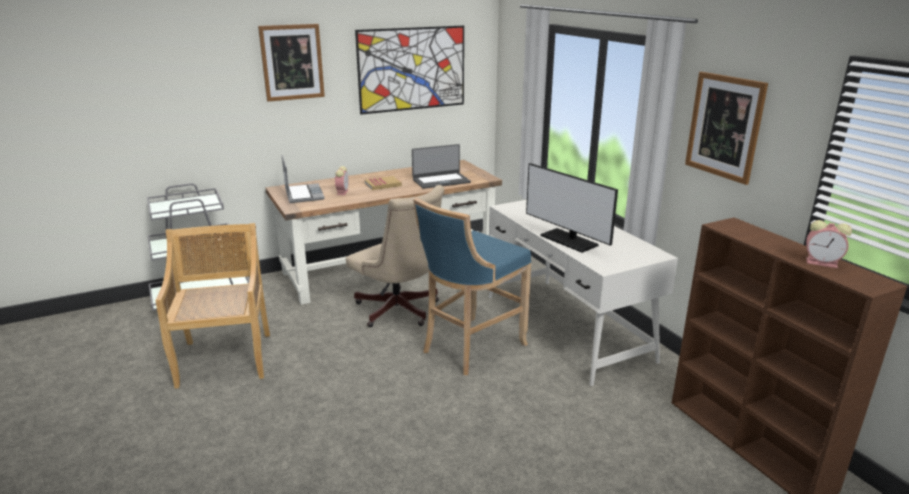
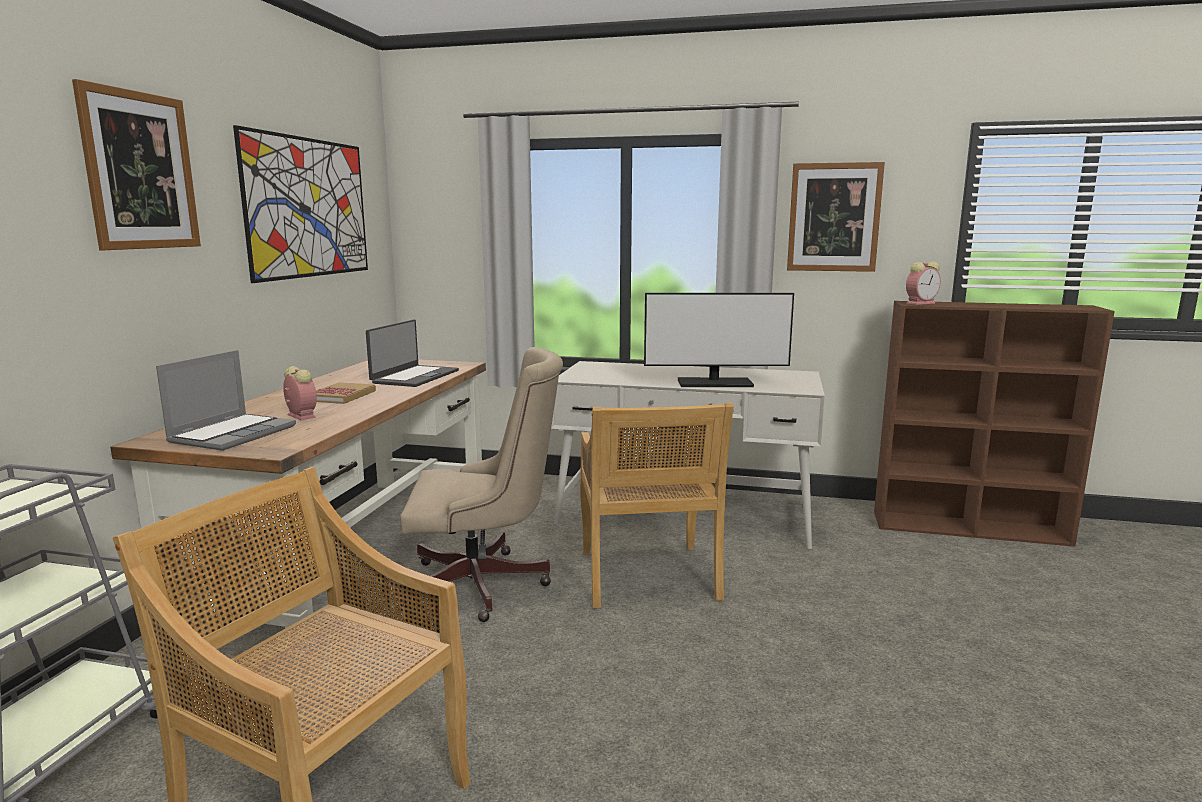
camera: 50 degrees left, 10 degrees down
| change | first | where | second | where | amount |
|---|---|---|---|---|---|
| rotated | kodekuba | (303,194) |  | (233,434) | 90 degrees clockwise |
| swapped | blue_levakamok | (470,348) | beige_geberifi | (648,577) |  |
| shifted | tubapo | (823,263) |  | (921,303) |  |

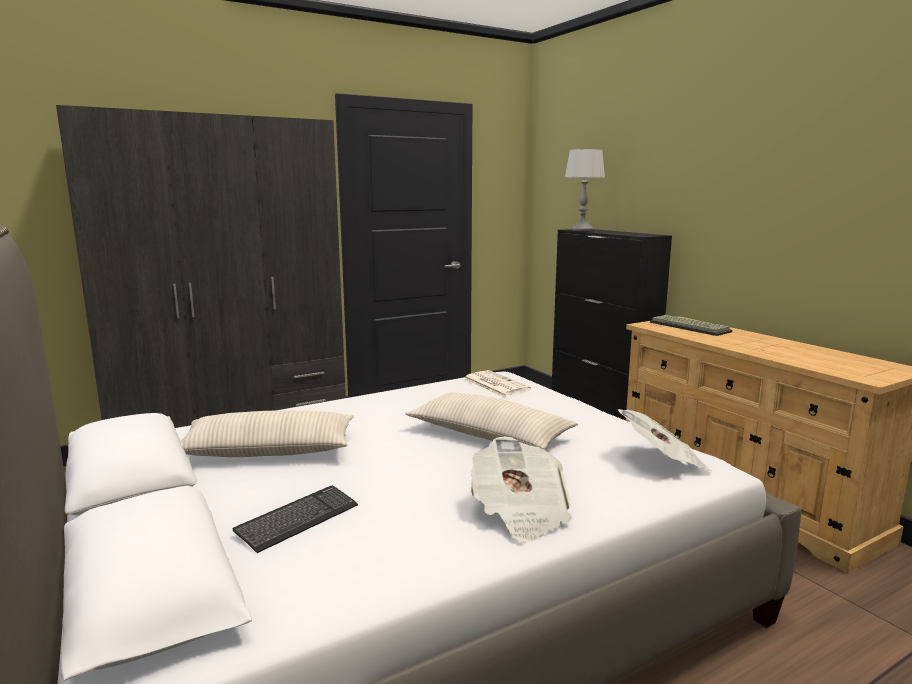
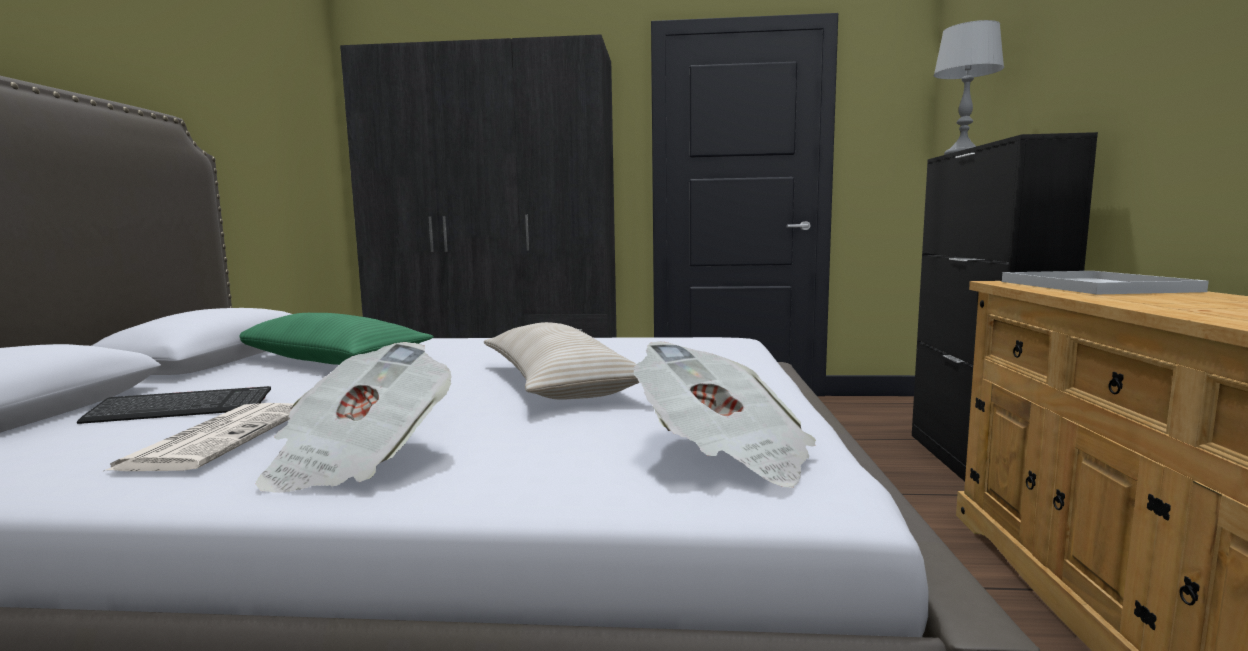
camera: 35 degrees right, 5 degrees down
| change | first | where | second | where | amount |
|---|---|---|---|---|---|
| swapped | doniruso | (691,327) | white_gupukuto | (1097,286) |  |
| shifted | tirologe | (494,384) |  | (218,437) |  |
| repainted | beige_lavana | (268,451) | green_lavana | (331,360) |  |

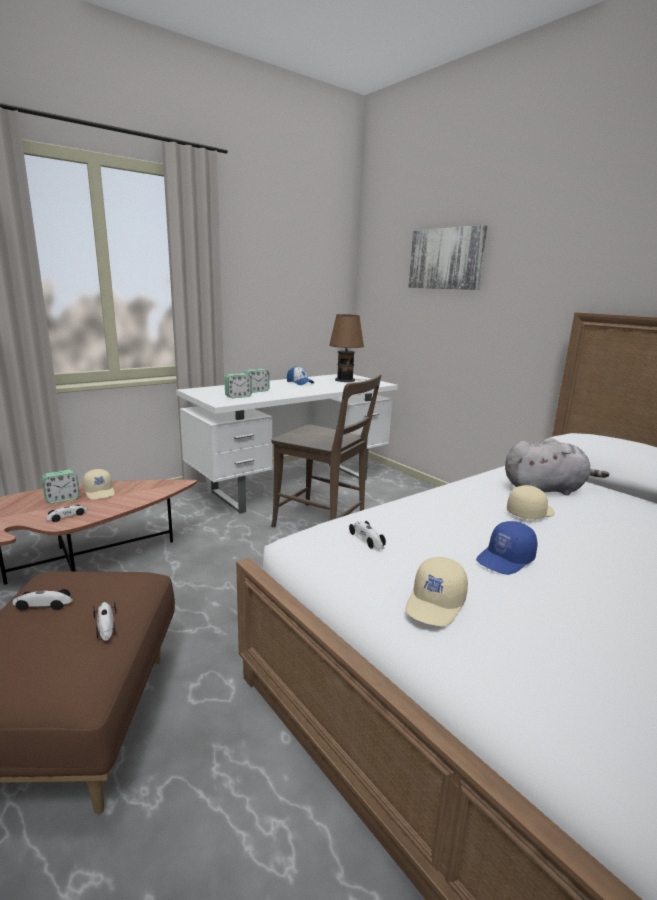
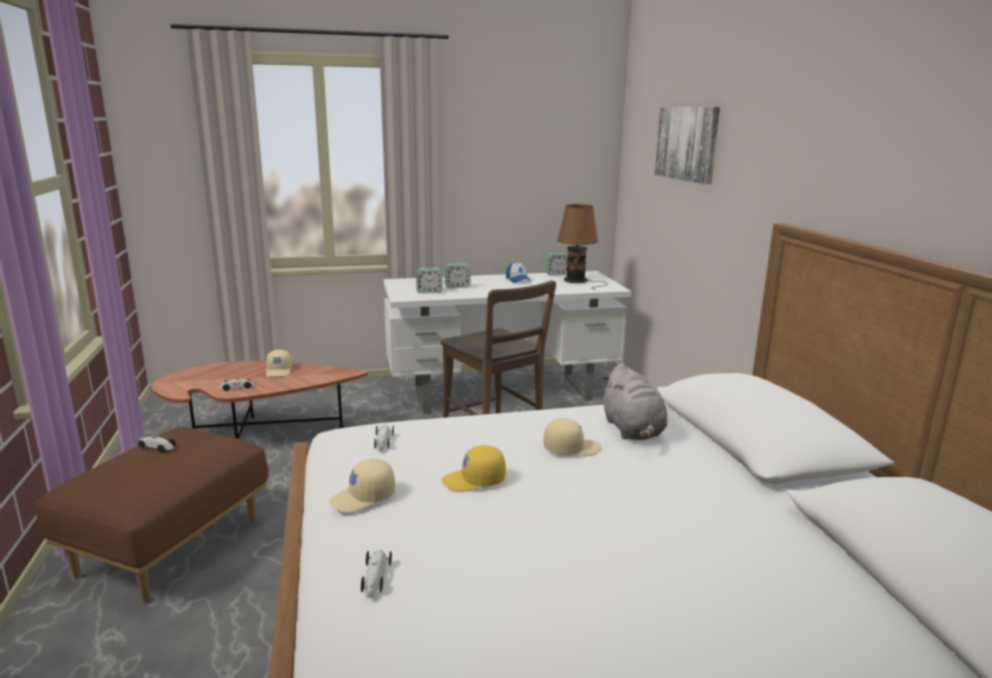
camera: 25 degrees right, 0 degrees up
| change | first | where | second | where | amount |
|---|---|---|---|---|---|
| rotated | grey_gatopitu | (546,490) |  | (633,431) | 60 degrees clockwise |
| shifted | tubapo | (62,499) |  | (557,274) |  |
| repainted | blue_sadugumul | (506,560) | yellow_sadugumul | (474,481) |  |
| shifted | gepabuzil | (105,625) |  | (375,577) |  |

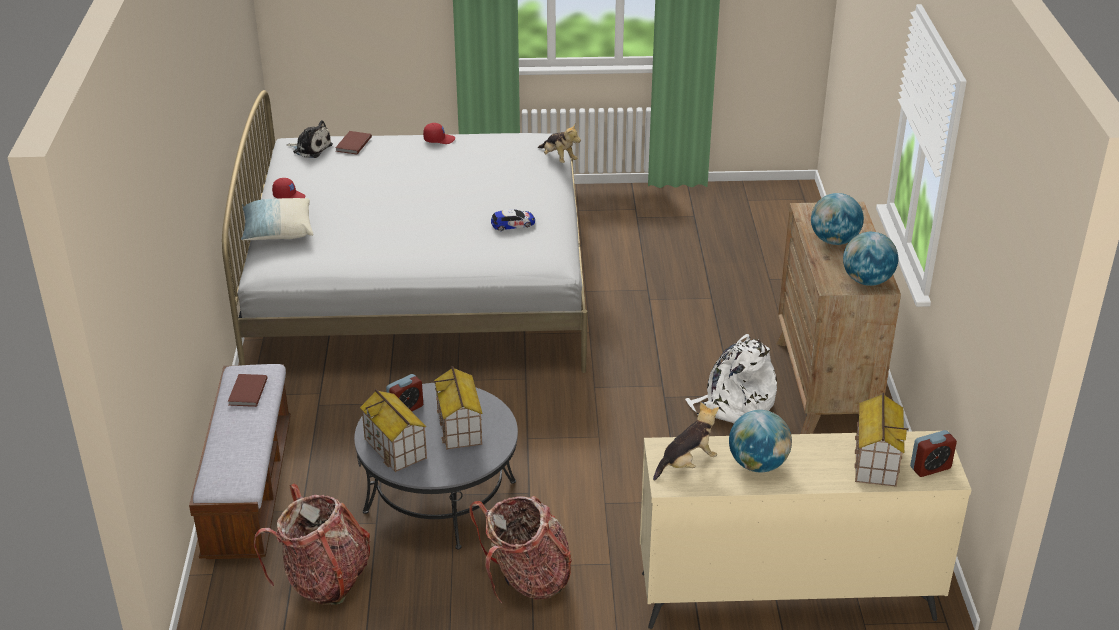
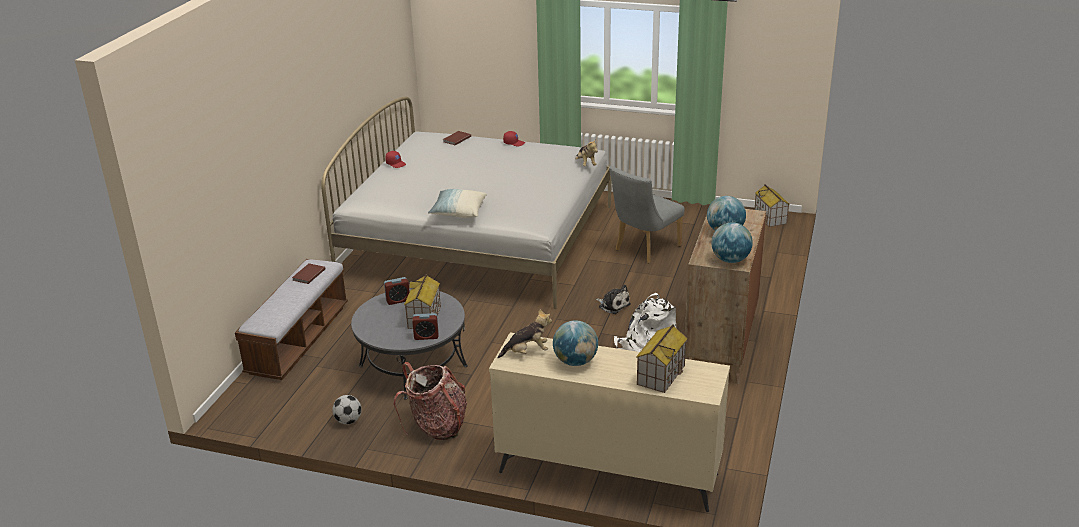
camera: 20 degrees right, 5 degrees down
| change | first | where | second | where | amount |
|---|---|---|---|---|---|
| shifted | gatopitu | (311,148) |  | (613,305) |  |
| shifted | lavana | (278,231) |  | (458,212) |  |
| gone | gepabuzil | (513,224) |  |  |  |
| shifted | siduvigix | (396,448) |  | (770,218) |  |
| shifted | tubapo | (930,468) |  | (426,336) |  |
| gone | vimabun | (324,580) |  |  |  |
| new |  |  | grey_geberifi | (644,249) |  |
| new |  |  | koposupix | (348,421) |  |

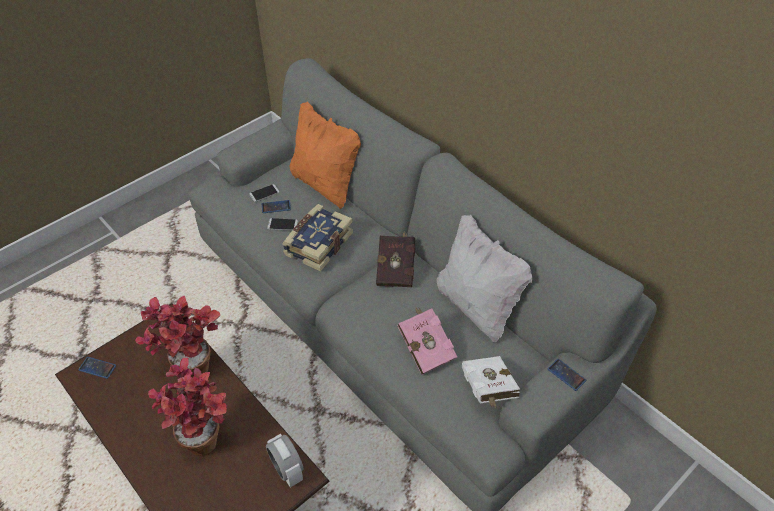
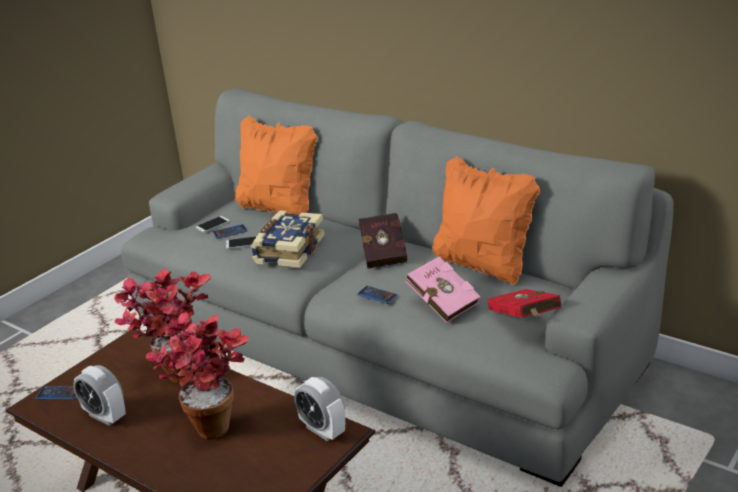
camera: 10 degrees left, 20 degrees down
| change | first | where | second | where | amount |
|---|---|---|---|---|---|
| repainted | white_lavana | (476,307) | orange_lavana | (483,265) |  |
| repainted | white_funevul | (488,390) | red_funevul | (524,321) |  |
| shifted | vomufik | (566,375) |  | (377,295) |  |
| new |  |  | tubapo | (105,416) |  |

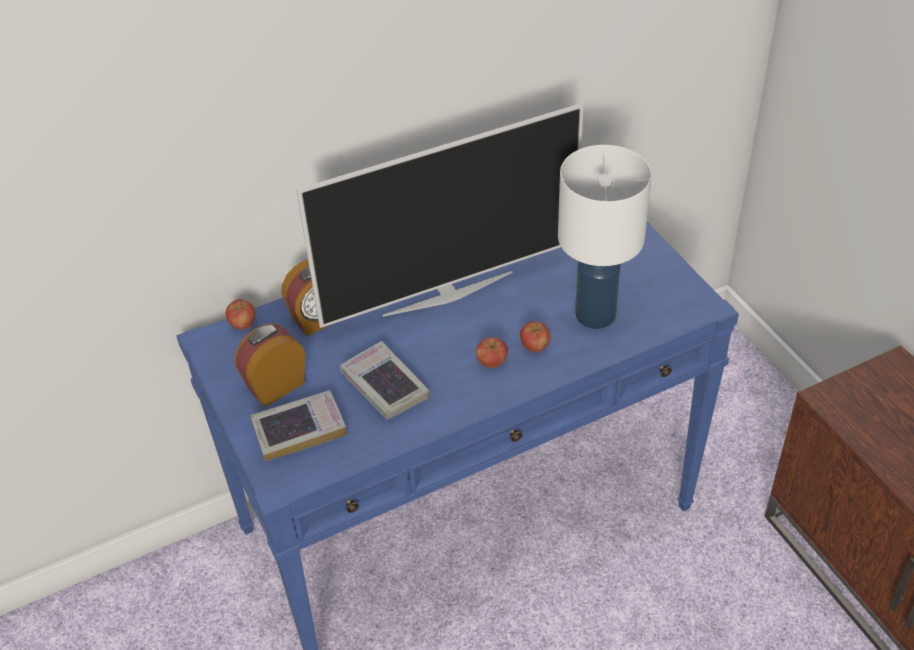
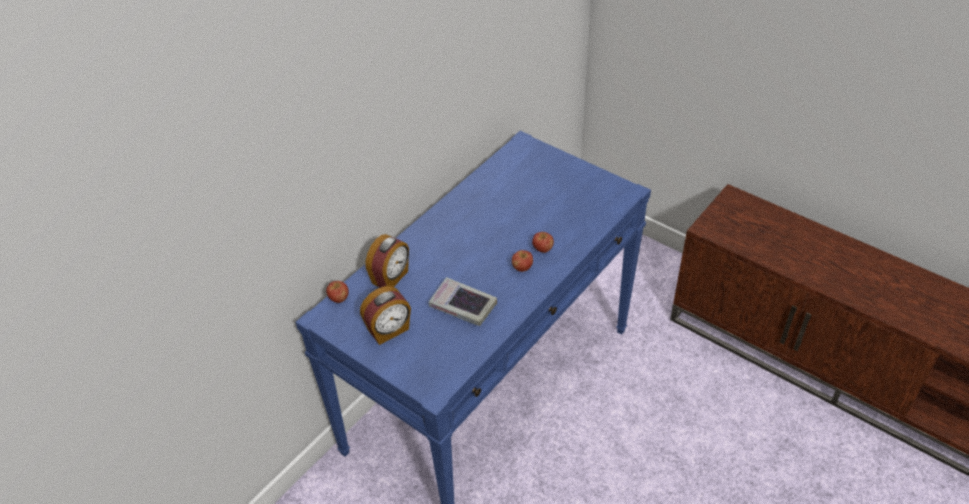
camera: 25 degrees left, 0 degrees up
| change | first | where | second | where | amount |
|---|---|---|---|---|---|
| gone | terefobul | (447,292) |  |  |  |
| gone | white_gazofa | (594,315) |  |  |  |
| rotated | tubapo | (275,385) |  | (389,330) | 150 degrees counterclockwise |
| gone | funevul | (299,429) |  |  |  |

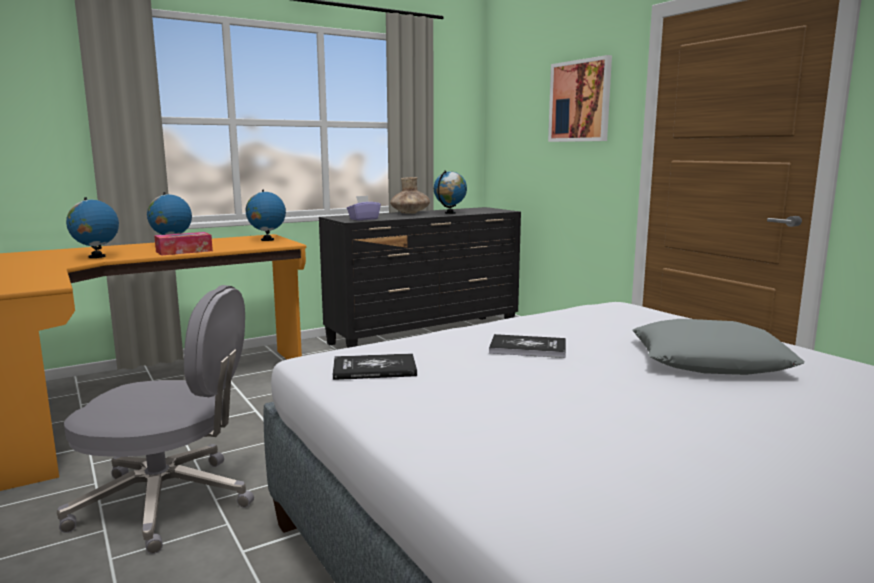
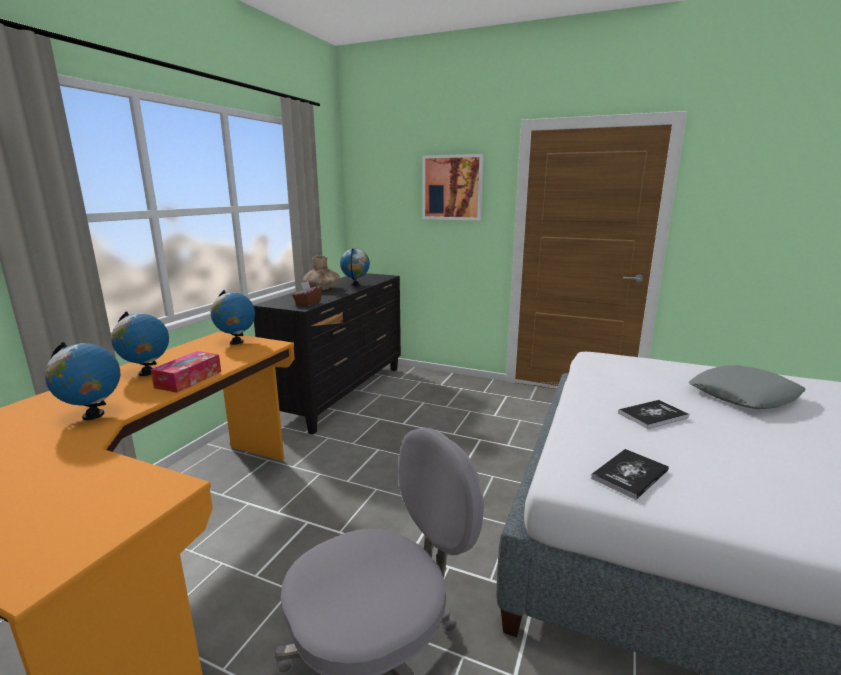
camera: 35 degrees left, 5 degrees up
| change | first | where | second | where | amount |
|---|---|---|---|---|---|
| repainted | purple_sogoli | (363,219) | brown_sogoli | (308,303) |  |

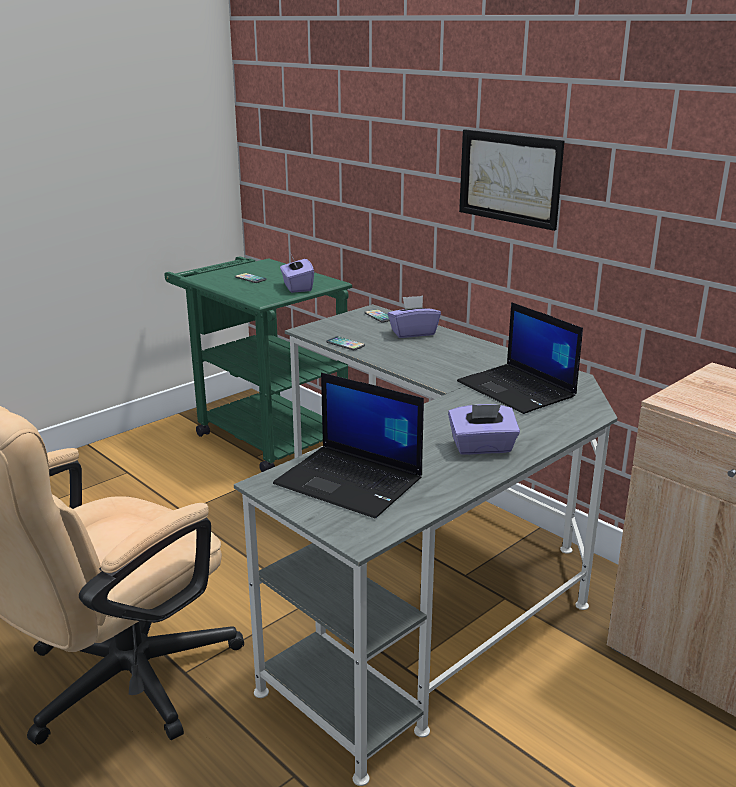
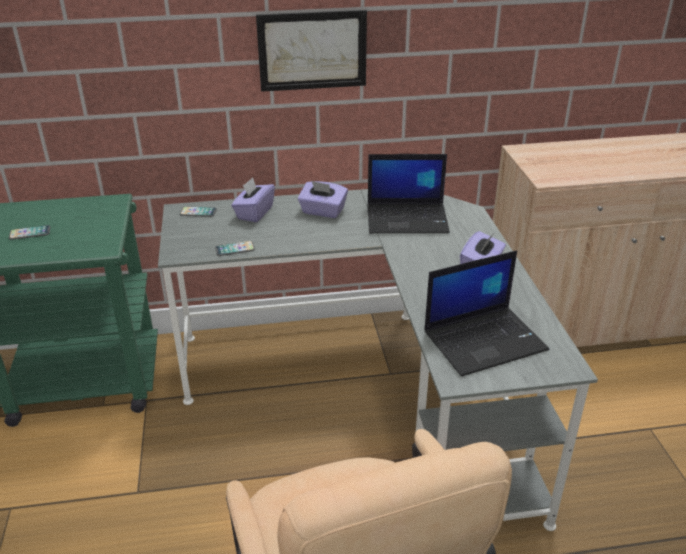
camera: 55 degrees left, 10 degrees up
| change | first | where | second | where | amount |
|---|---|---|---|---|---|
| shifted | purple_sogoli | (297,287) |  | (323,211) |  |

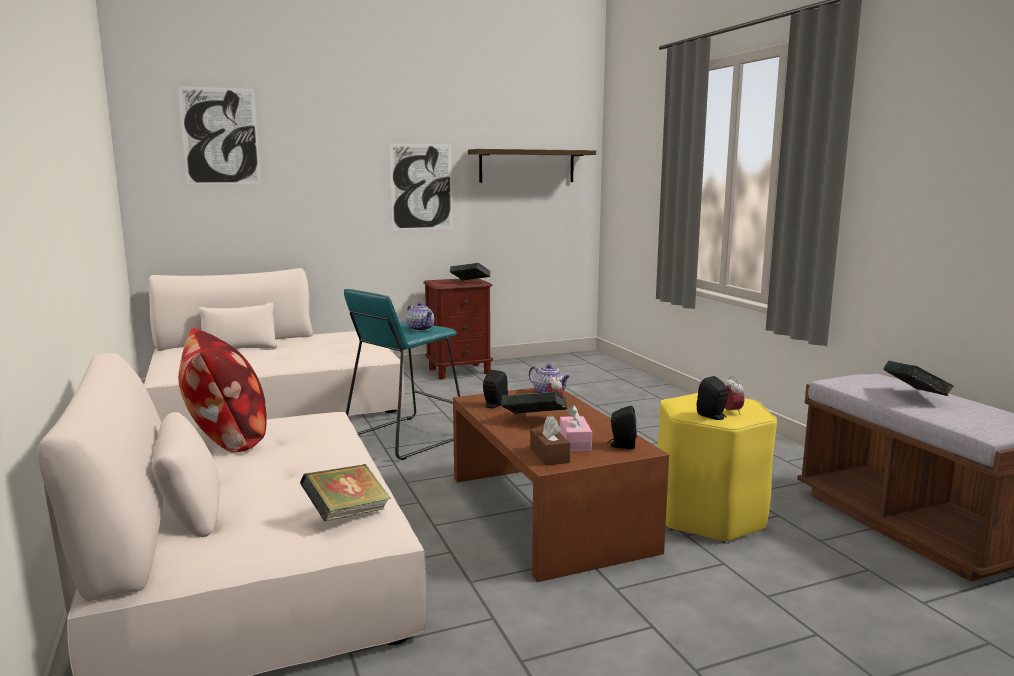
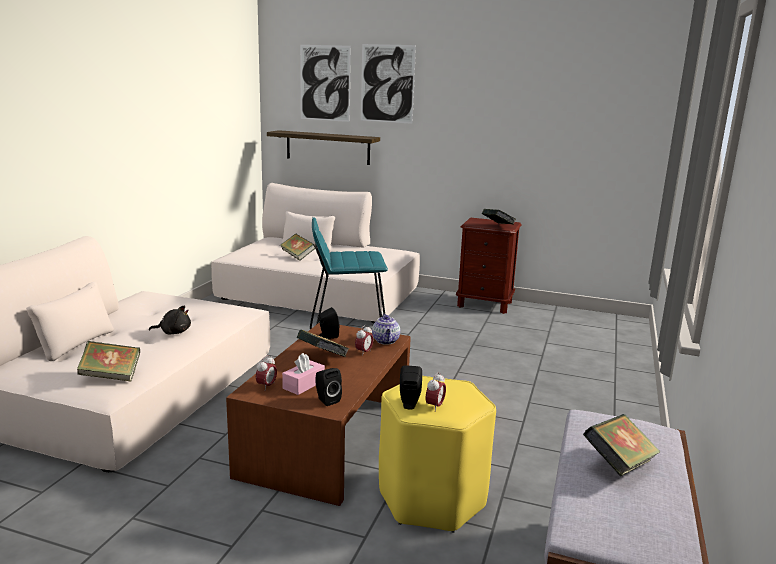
camera: 40 degrees right, 5 degrees up
| change | first | where | second | where | amount |
|---|---|---|---|---|---|
| shifted | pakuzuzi | (421,187) |  | (387,84) |  |
| shifted | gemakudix | (527,166) |  | (327,147) |  |
| gone | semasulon | (420,329) |  |  |  |
| gone | lavana | (226,438) |  |  |  |
| swapped | brown_sogoli | (549,455) | tubapo | (266,386) |  |
| new |  |  | funevul | (297,256) |  |
| new |  |  | black_gatopitu | (174,332) |  |

